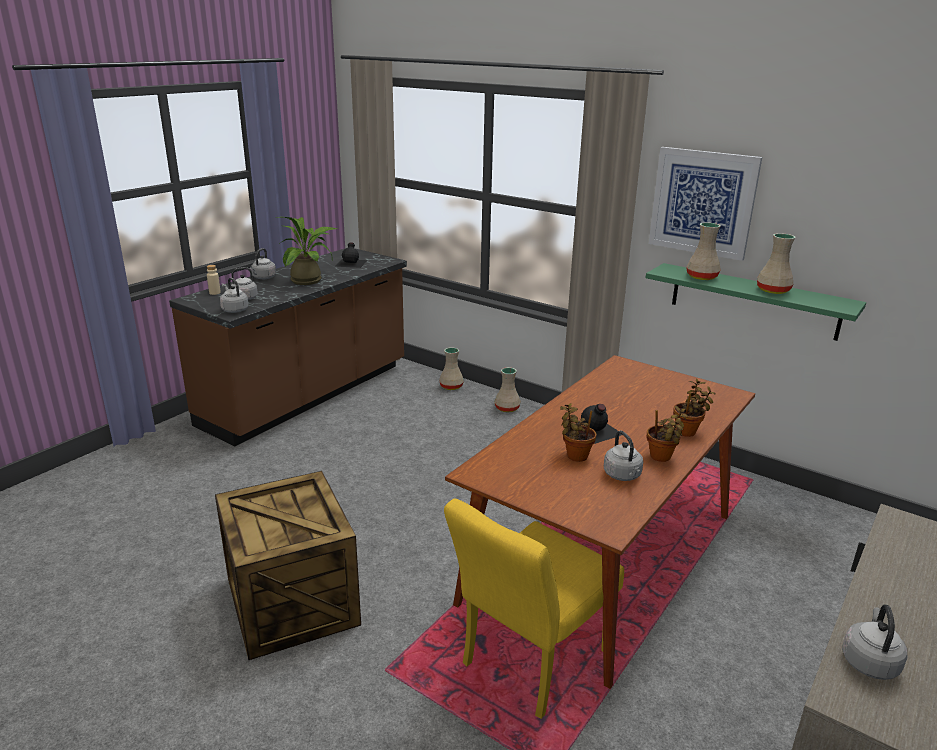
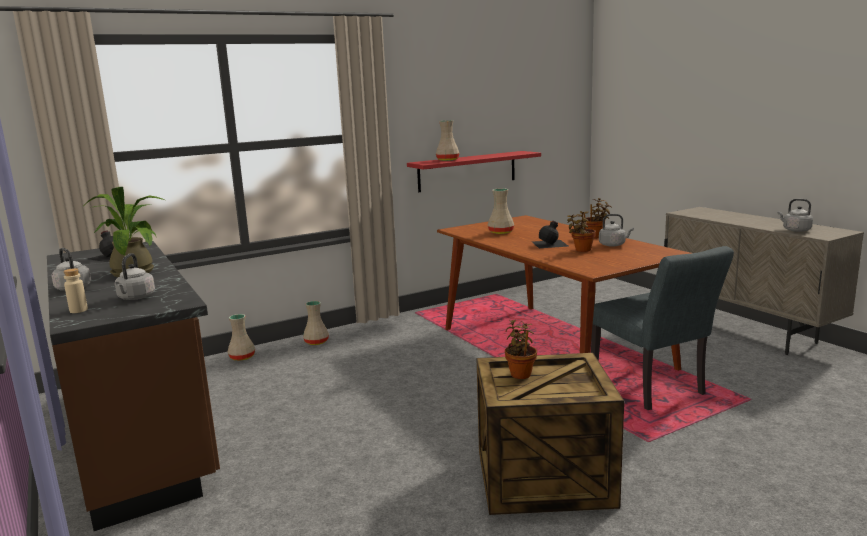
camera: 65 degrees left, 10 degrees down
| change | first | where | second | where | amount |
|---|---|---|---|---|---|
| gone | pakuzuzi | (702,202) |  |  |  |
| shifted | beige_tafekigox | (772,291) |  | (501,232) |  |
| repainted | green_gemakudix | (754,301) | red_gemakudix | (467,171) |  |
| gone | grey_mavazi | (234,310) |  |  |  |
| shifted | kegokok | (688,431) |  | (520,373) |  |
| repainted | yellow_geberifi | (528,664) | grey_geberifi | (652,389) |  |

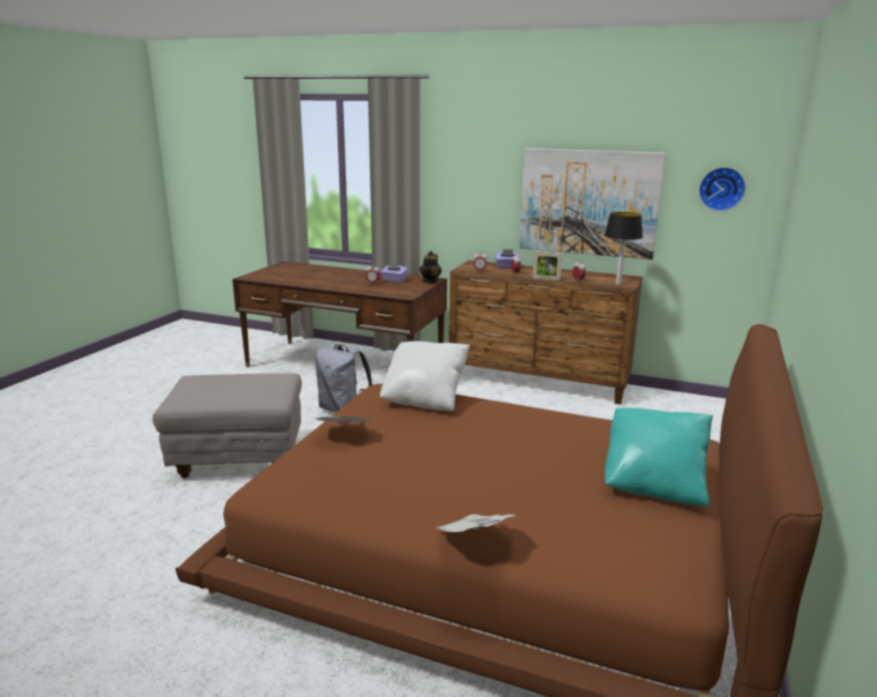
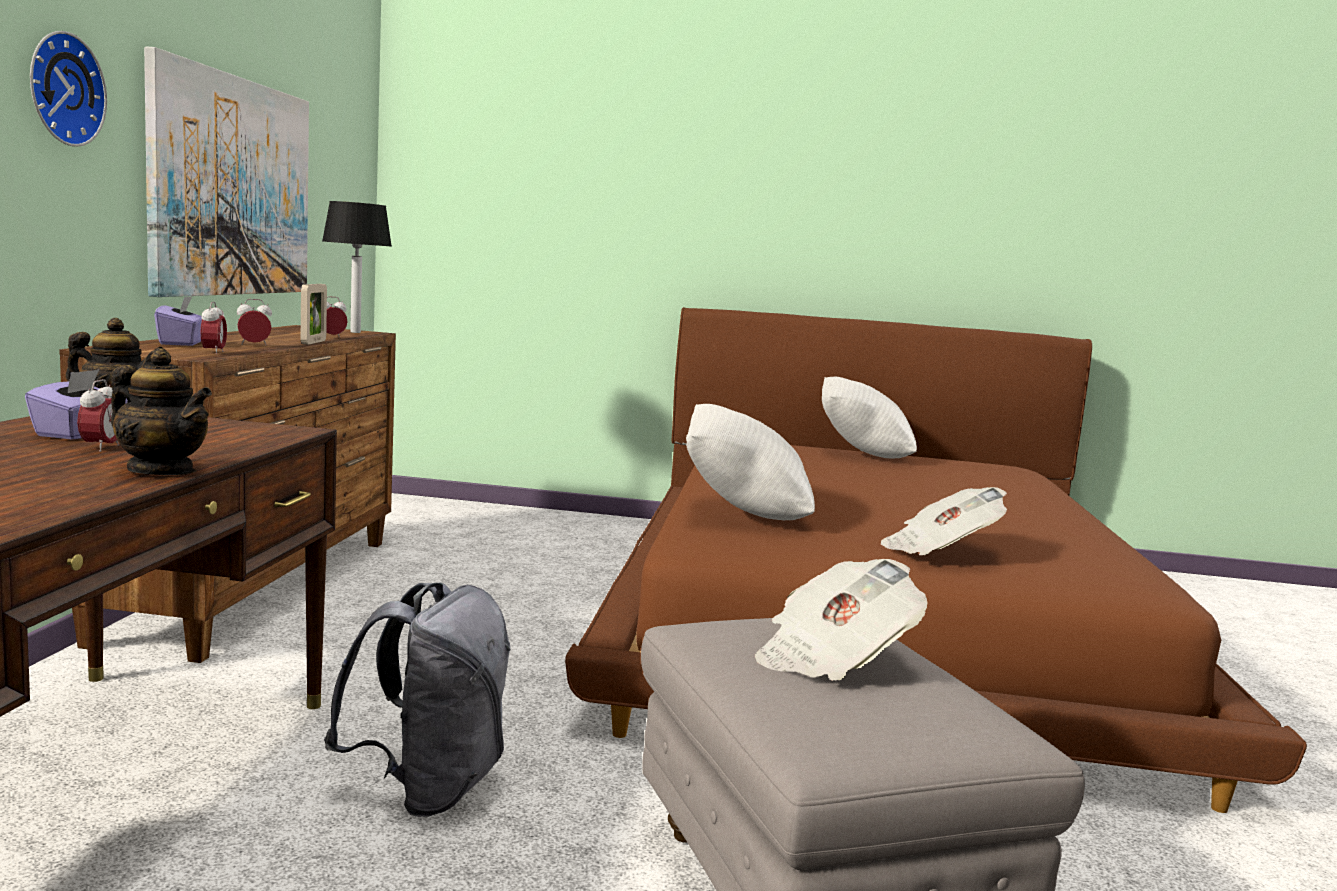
camera: 105 degrees left, 10 degrees down
| change | first | where | second | where | amount |
|---|---|---|---|---|---|
| shifted | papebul | (722,188) |  | (61,89) |  |
| repainted | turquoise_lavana | (654,483) | white_lavana | (862,454) |  |
| shifted | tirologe | (474,540) |  | (832,659) |  |
| new |  |  | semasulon | (162,471) |  |

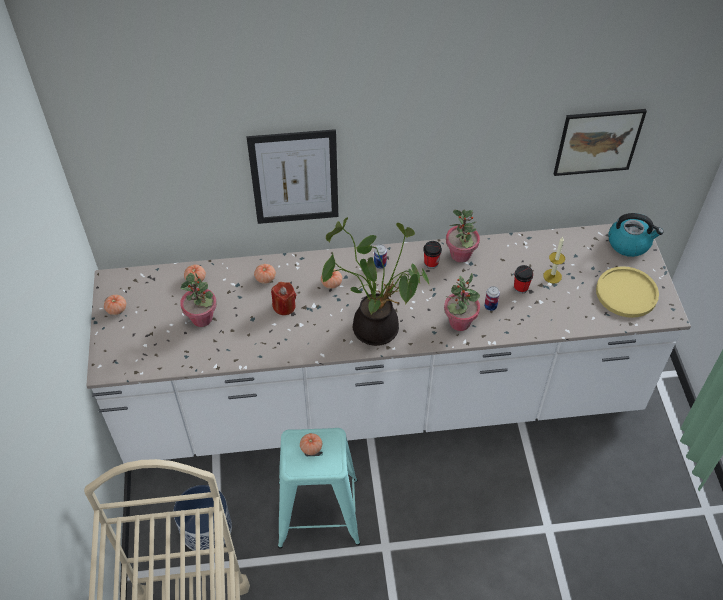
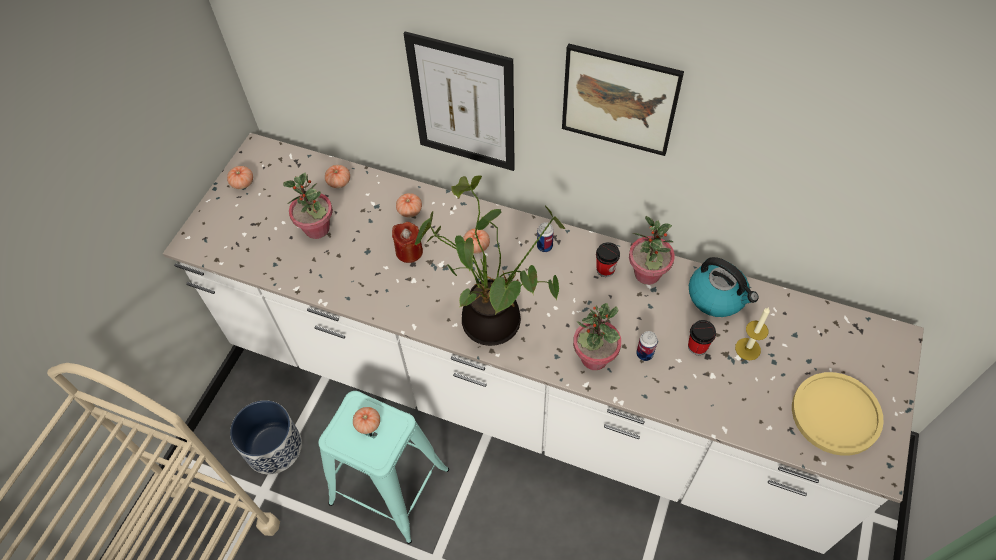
camera: 30 degrees right, 5 degrees up
| change | first | where | second | where | amount |
|---|---|---|---|---|---|
| shifted | pakuzuzi | (598,142) |  | (619,100) |  |
| shifted | mavazi | (629,243) |  | (717,297) |  |

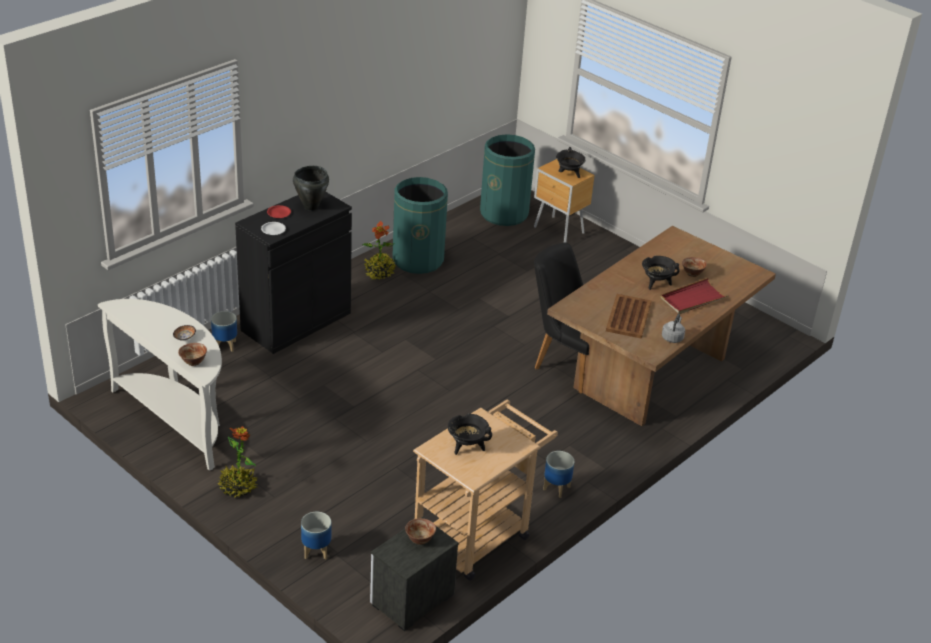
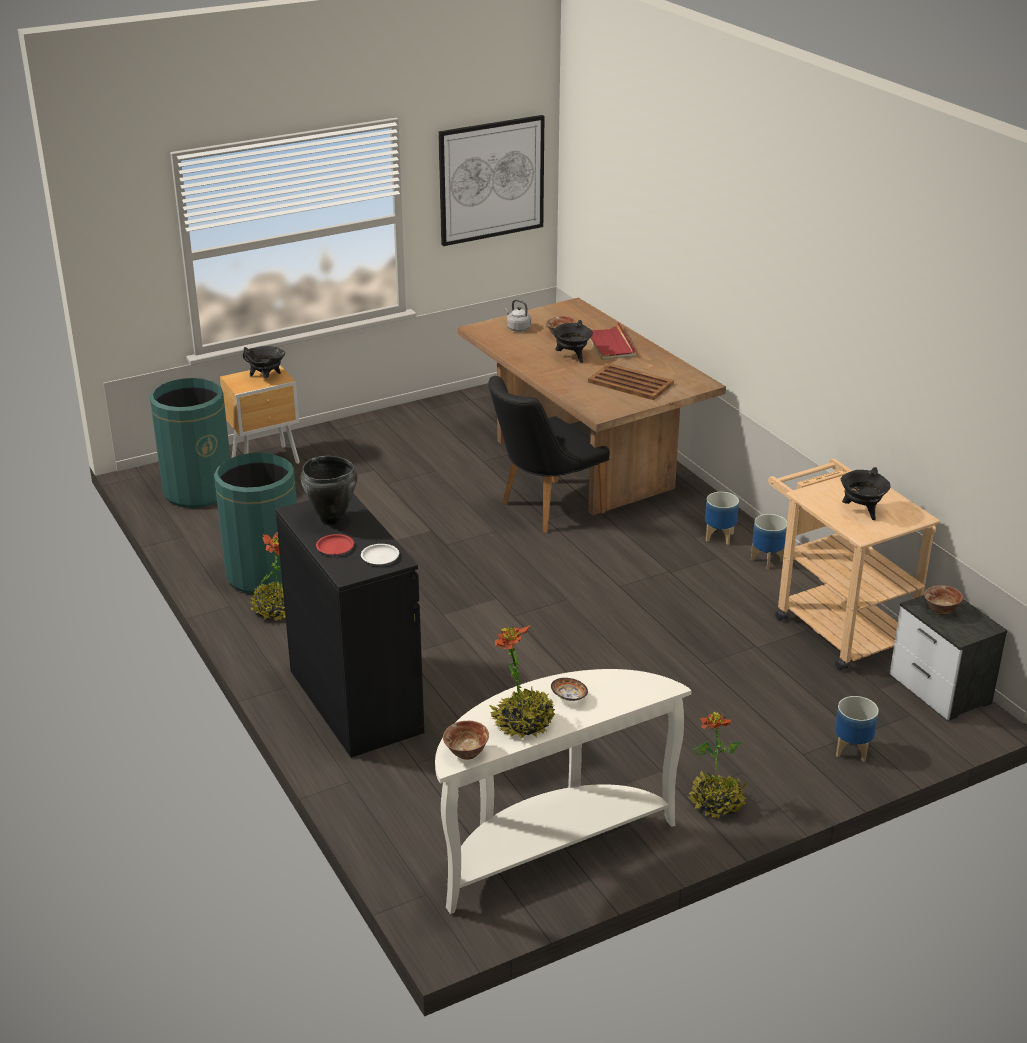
camera: 70 degrees left, 5 degrees down
| change | first | where | second | where | amount |
|---|---|---|---|---|---|
| shifted | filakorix | (225,346) |  | (720,537) |  |
| shifted | grey_mavazi | (672,337) |  | (517,328) |  |
| shifted | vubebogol | (193,362) |  | (466,753) |  |
| new |  |  | pakuzuzi | (491,180) |  |
| new |  |  | kegokok | (523,723) |  |

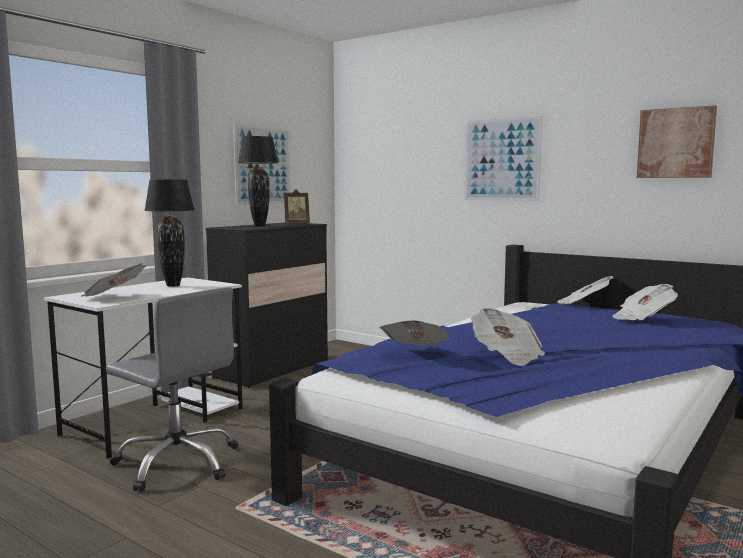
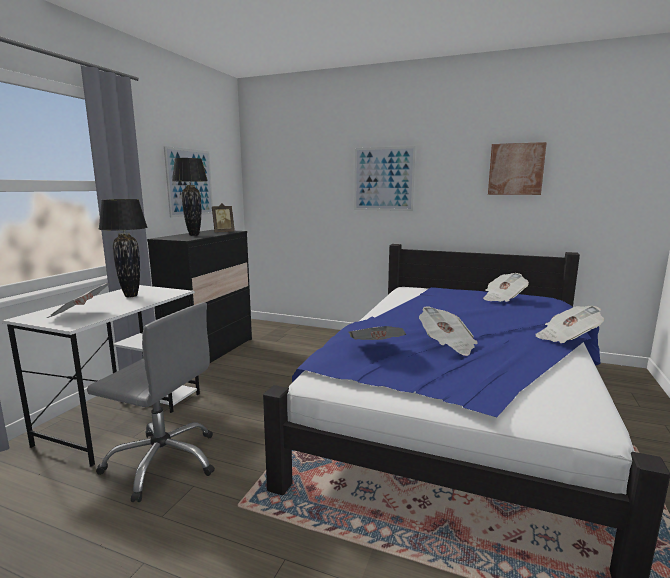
camera: 15 degrees left, 5 degrees up
| change | first | where | second | where | amount |
|---|---|---|---|---|---|
| shifted | tirologe | (583,304) |  | (566,338) |  |

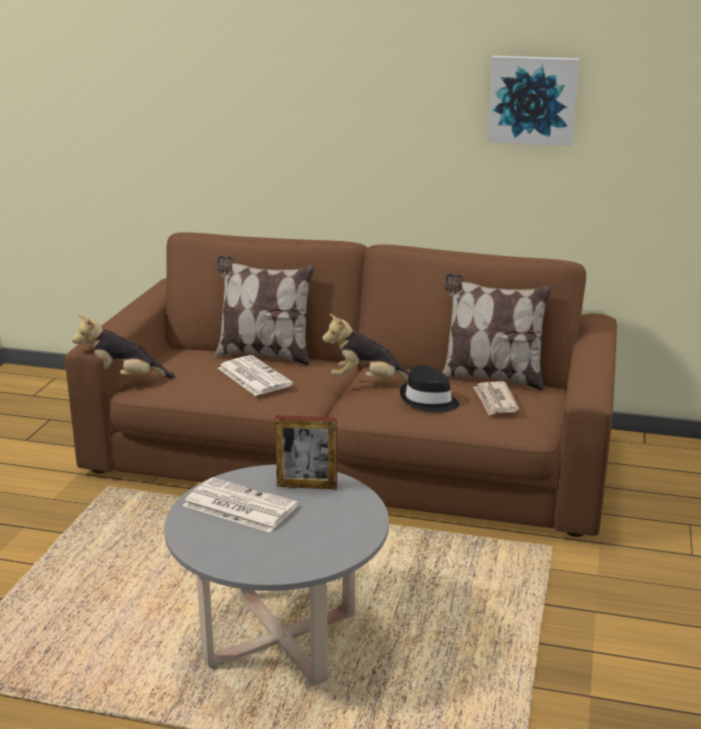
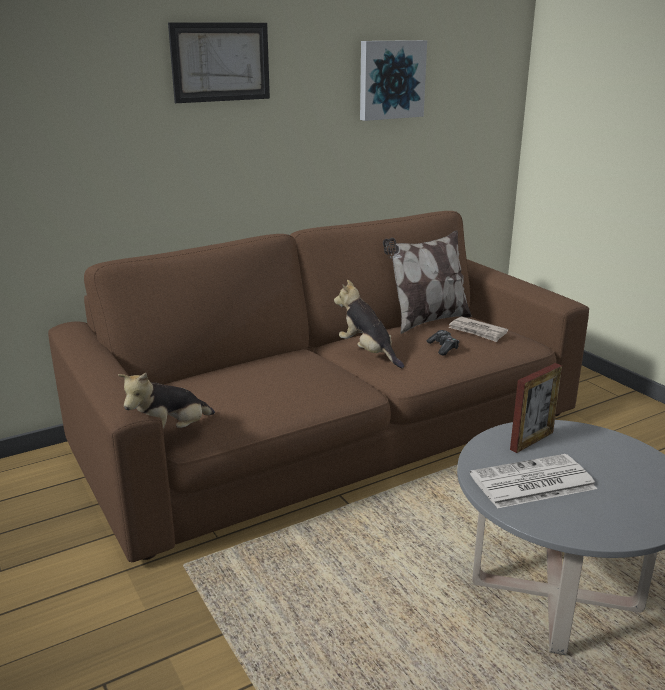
camera: 45 degrees left, 0 degrees up
| change | first | where | second | where | amount |
|---|---|---|---|---|---|
| gone | lavana | (264,355) |  |  |  |
| rotated | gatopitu | (367,382) |  | (368,353) | 90 degrees clockwise |
| gone | tirologe | (253,376) |  |  |  |
| swapped | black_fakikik | (428,401) | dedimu | (443,348) |  |
| new |  |  | pakuzuzi | (220,62) |  |

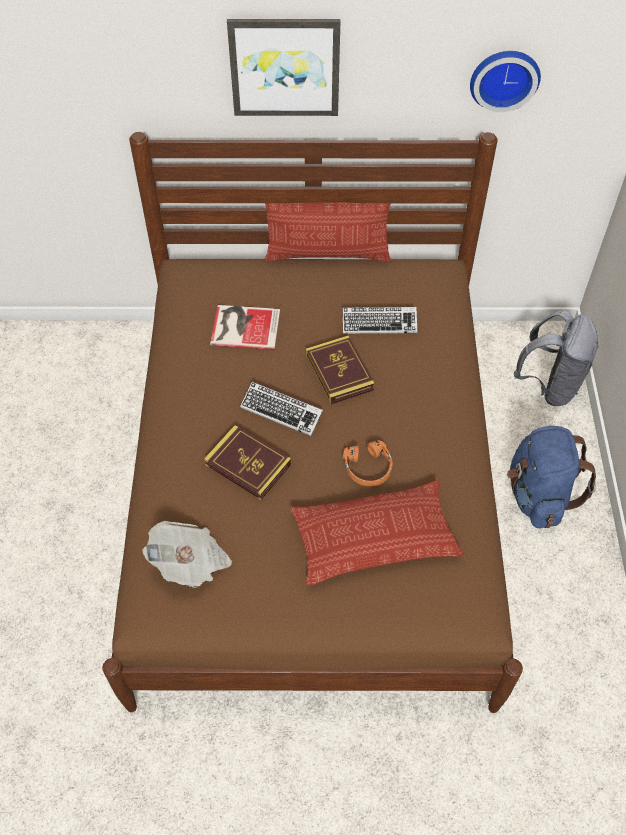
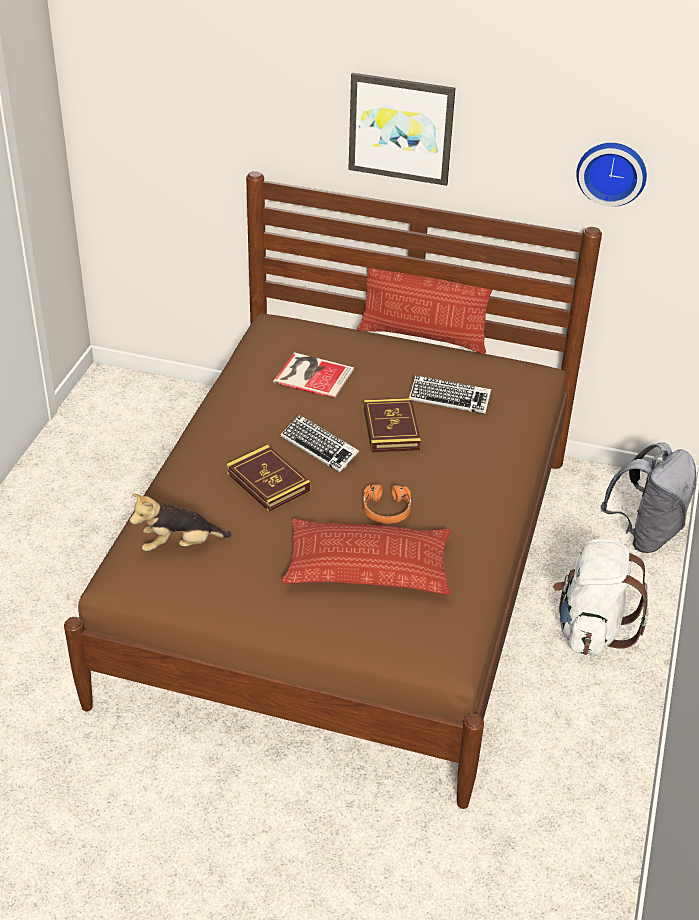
camera: 15 degrees right, 15 degrees down
| change | first | where | second | where | amount |
|---|---|---|---|---|---|
| repainted | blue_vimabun | (538,495) | white_vimabun | (591,628) |  |
| swapped | tirologe | (190,563) | gatopitu | (179,545) |  |

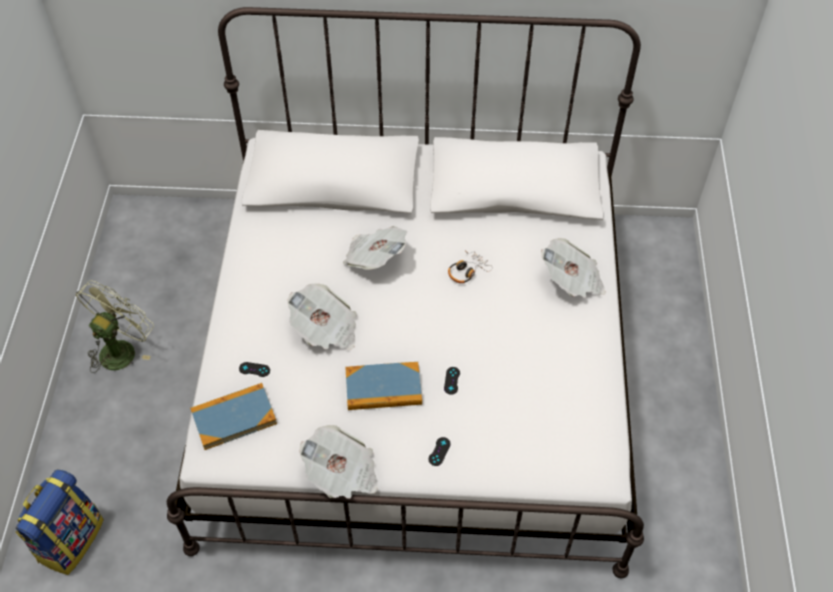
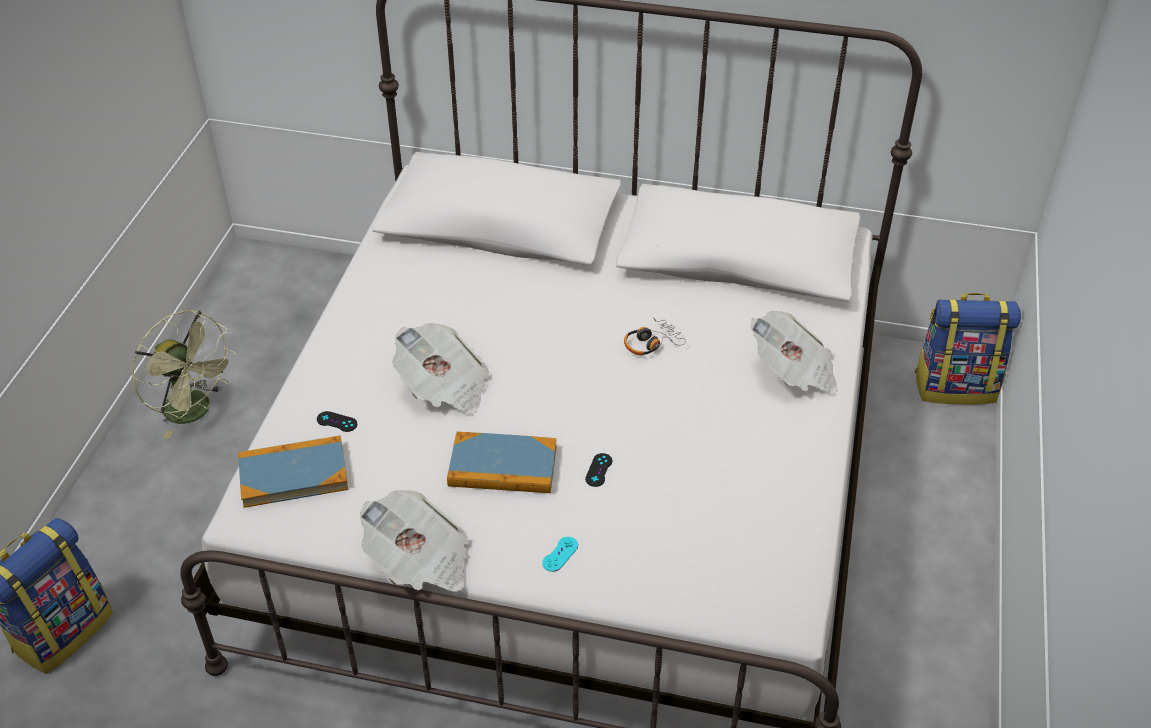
camera: 10 degrees right, 10 degrees down
| change | first | where | second | where | amount |
|---|---|---|---|---|---|
| gone | tirologe | (374,257) |  |  |  |
| rotated | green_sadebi | (121,348) |  | (196,412) | 90 degrees clockwise |
| repainted | black_dedimu | (439,451) | turquoise_dedimu | (560,554) |  |
| new |  |  | vimabun | (955,386) |  |

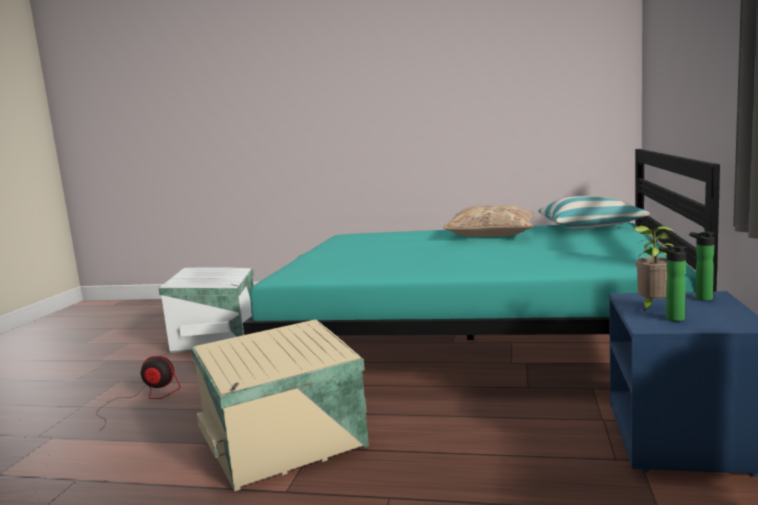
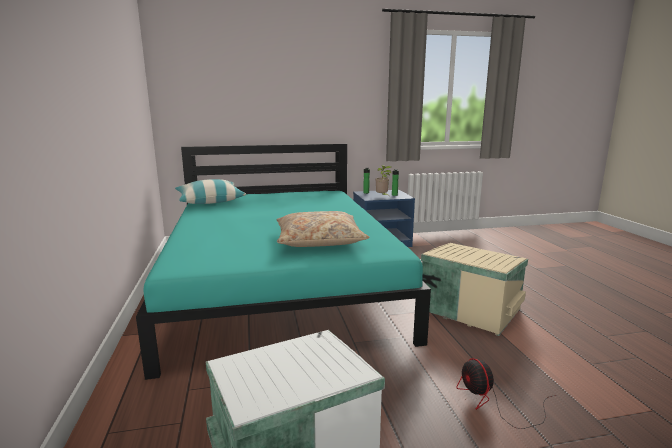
camera: 115 degrees left, 5 degrees up
| change | first | where | second | where | amount |
|---|---|---|---|---|---|
| shifted | beige_lavana | (491,233) |  | (319,240) |  |

